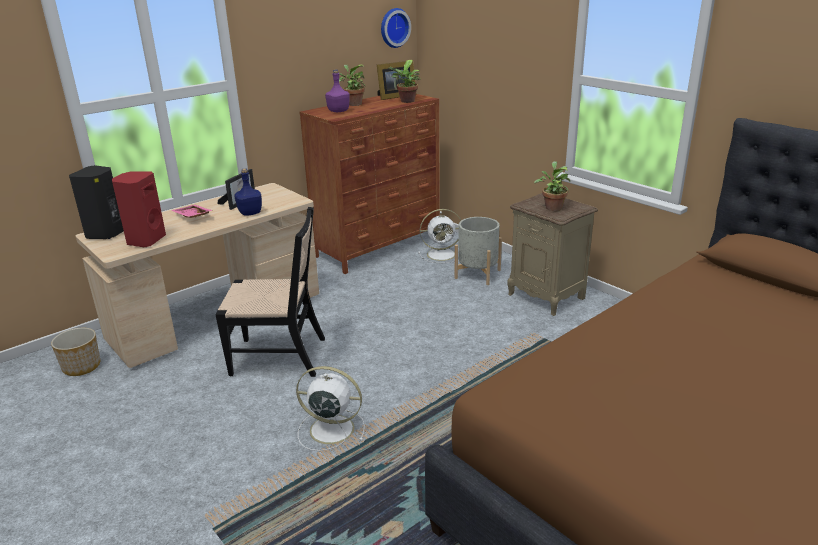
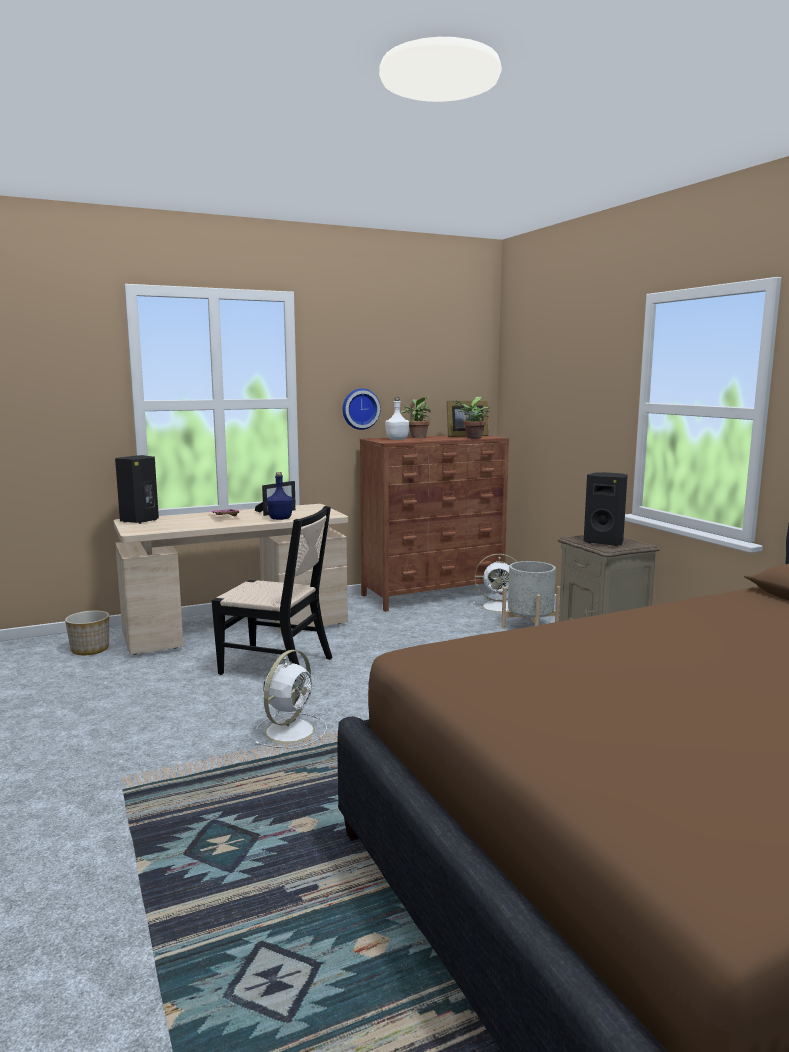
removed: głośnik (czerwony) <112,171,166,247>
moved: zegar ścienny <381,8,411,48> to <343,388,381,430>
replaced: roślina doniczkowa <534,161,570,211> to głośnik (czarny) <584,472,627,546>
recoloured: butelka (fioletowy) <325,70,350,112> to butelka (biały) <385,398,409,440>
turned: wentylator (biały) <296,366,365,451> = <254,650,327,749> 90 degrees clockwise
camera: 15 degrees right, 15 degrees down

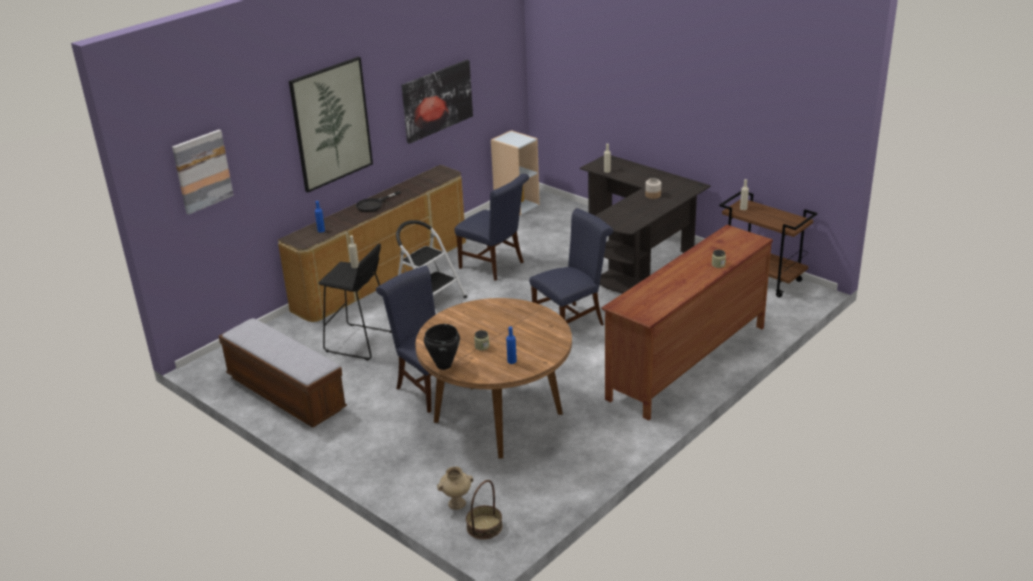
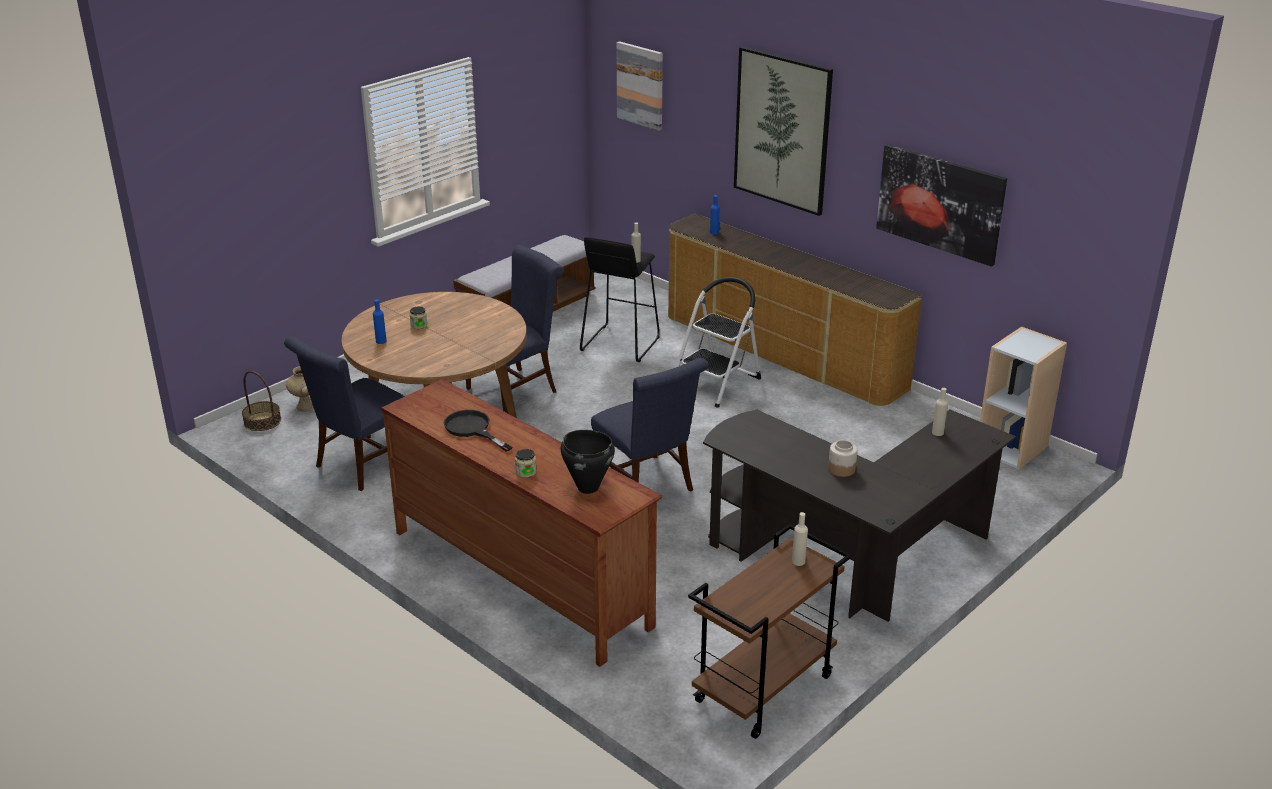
moved: krzesło (niebieski) <454,174,529,281> to <284,337,405,491>; patelnia (czarny) <356,191,401,212> to <444,410,512,452>; garnek (czarny) <424,324,460,370> to <560,430,615,494>
camera: 90 degrees right, 0 degrees up

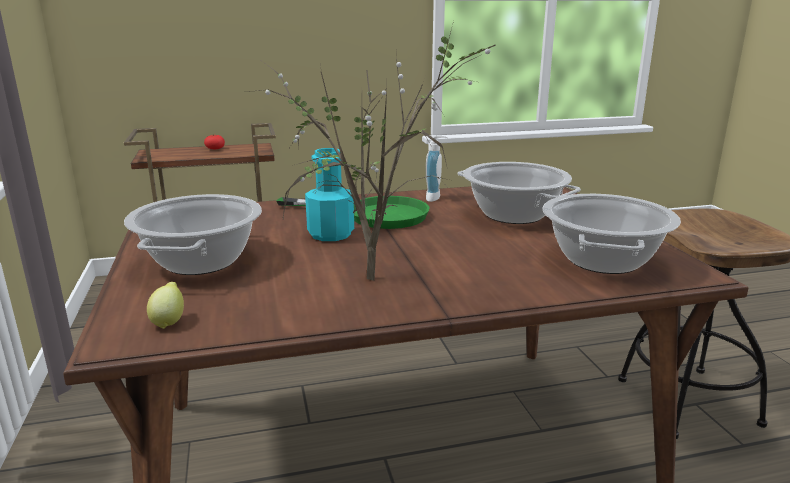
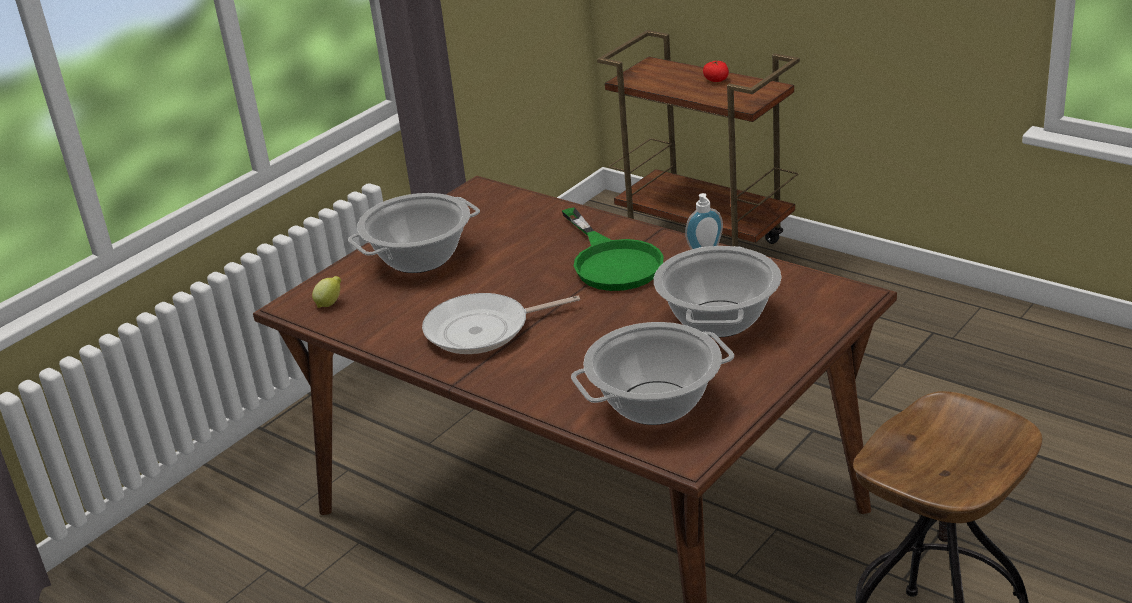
removed: butelka (turkusowy) <305,148,354,241>
replaced: roślina doniczkowa <248,21,496,281> to patelnia <422,293,580,354>
camera: 55 degrees right, 10 degrees up

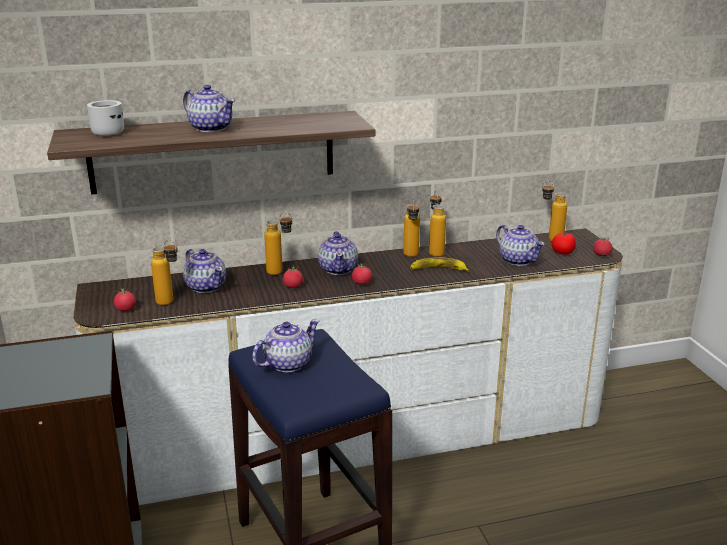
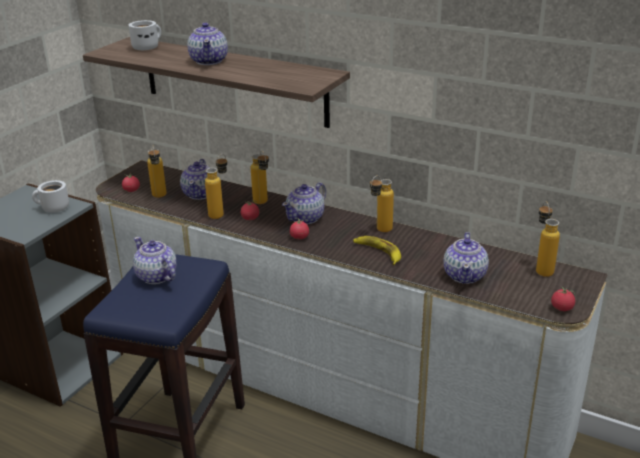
removed: pomidor <552,232,576,254>
added: kubek (biały) <32,180,69,213>
moved: butelka <429,190,446,257> to <205,154,227,219>
turned: imbryk <252,320,319,372> = <133,237,177,284> 135 degrees counterclockwise
camera: 45 degrees right, 5 degrees up

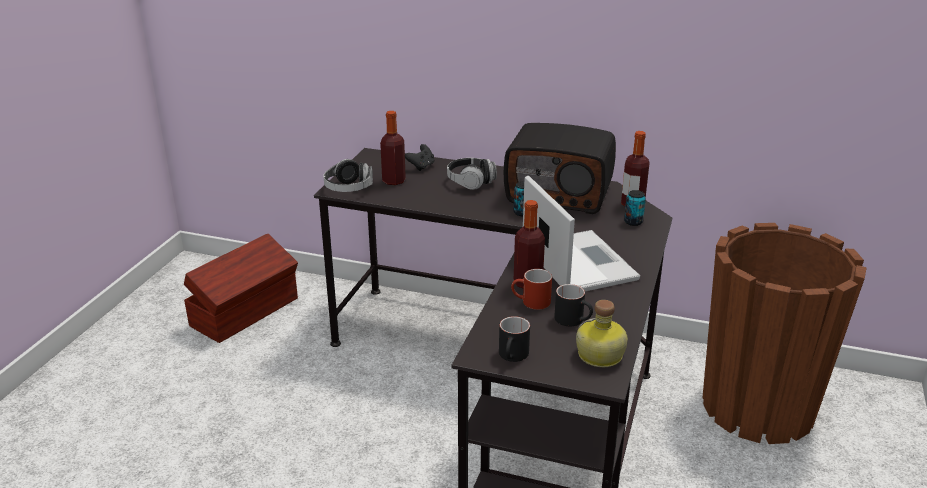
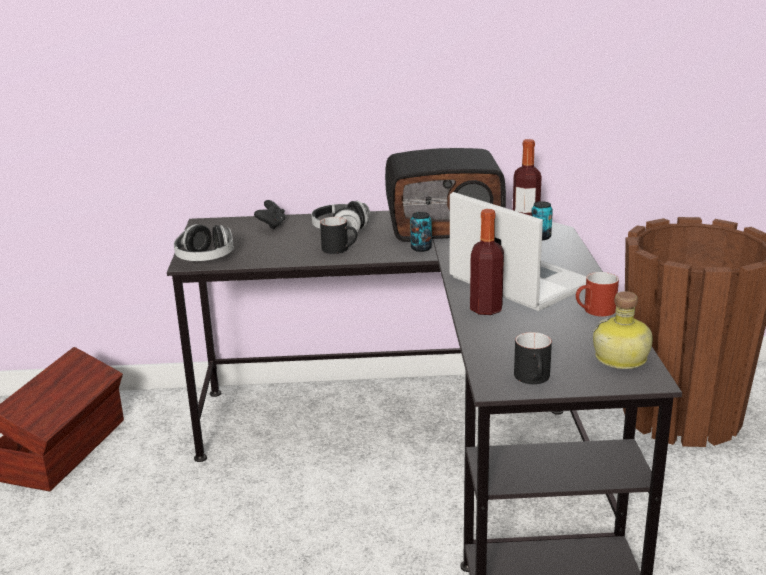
removed: butelka <380,111,406,185>
moved: kubek (czerwony) <511,269,552,310> to <576,272,619,317>; kubek (czarny) <554,284,593,326> to <320,217,357,254>
camera: 20 degrees left, 5 degrees down

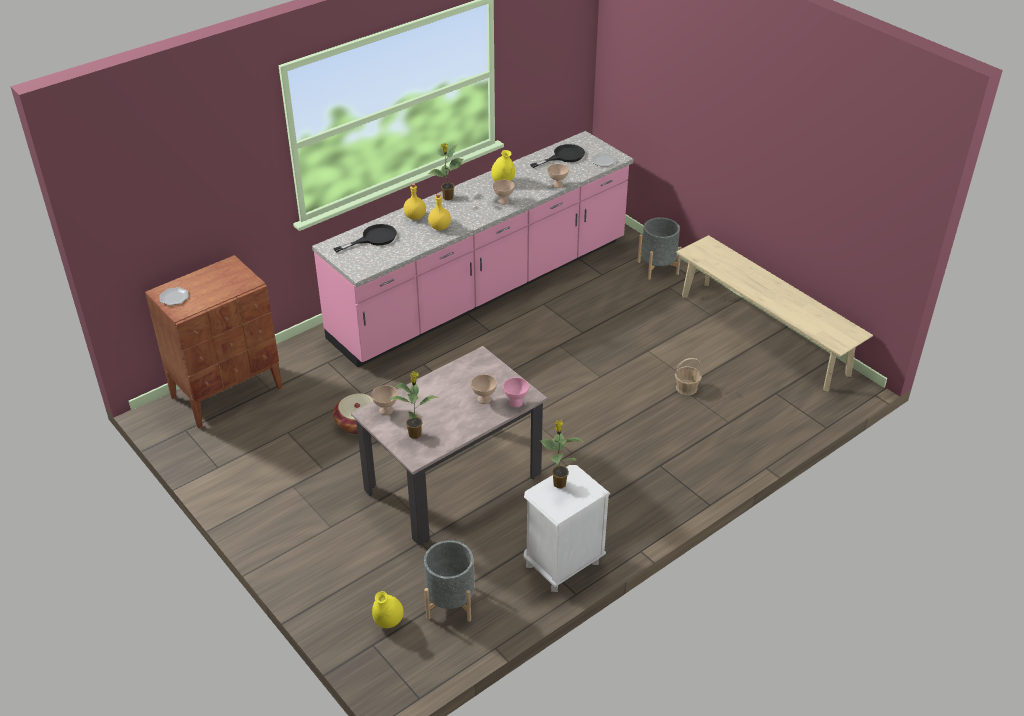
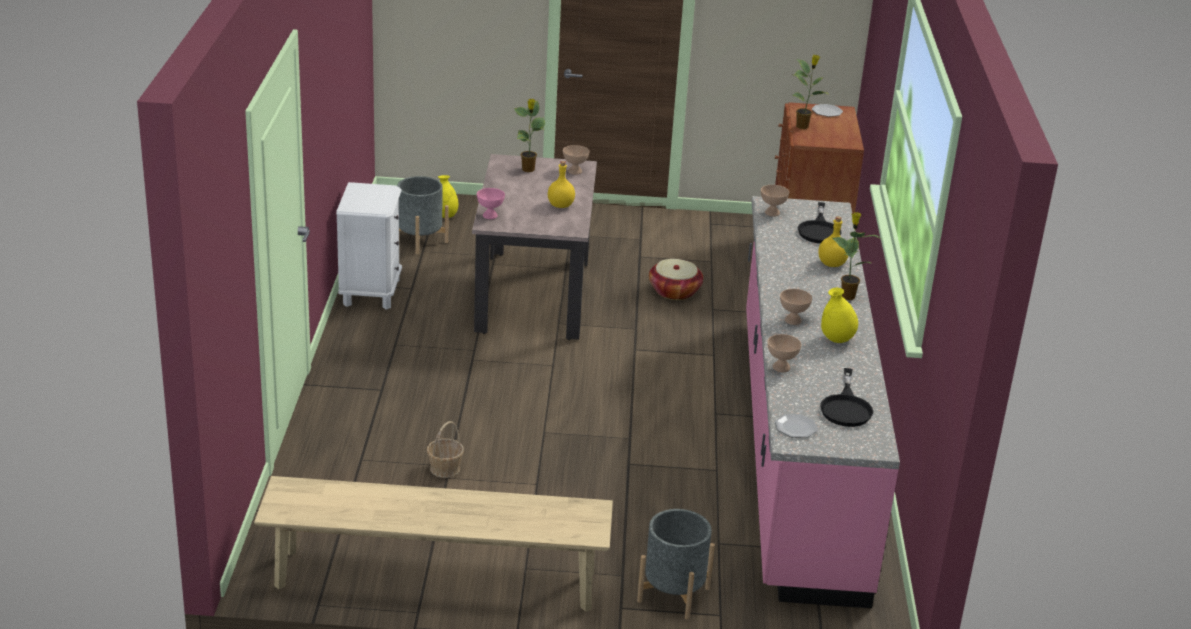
moved: butelka (żółty) <428,193,451,230> to <548,161,575,208>; miska (beżowy) <471,374,497,404> to <761,185,789,217>; roślina doniczkowa <540,420,582,488> to <793,55,828,129>
camera: 130 degrees right, 10 degrees down

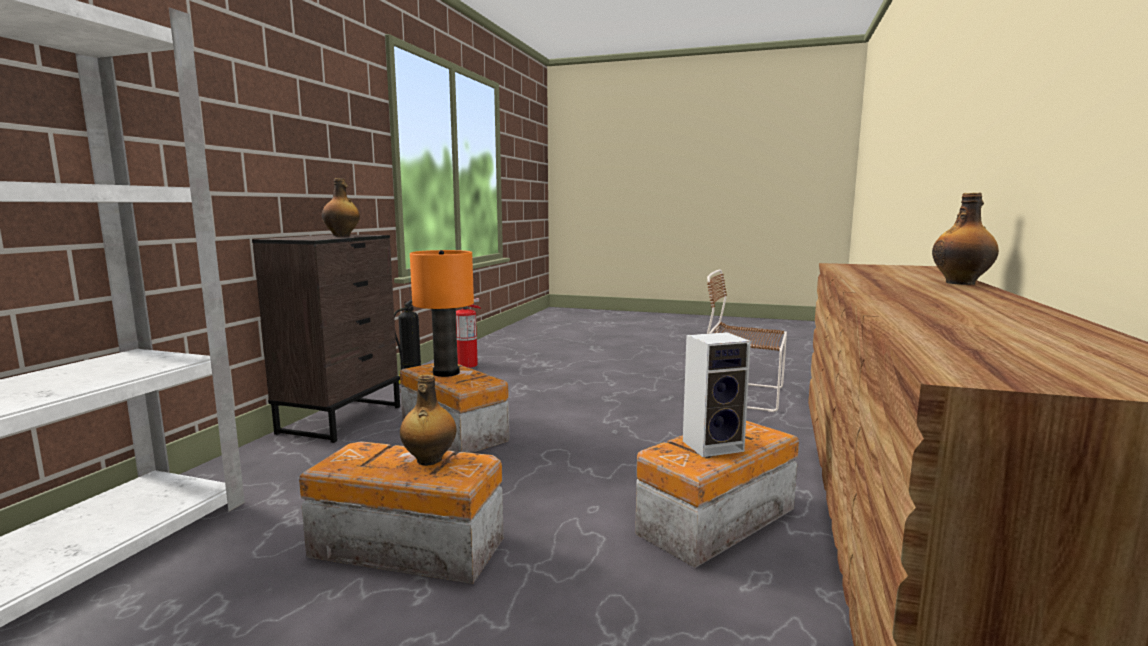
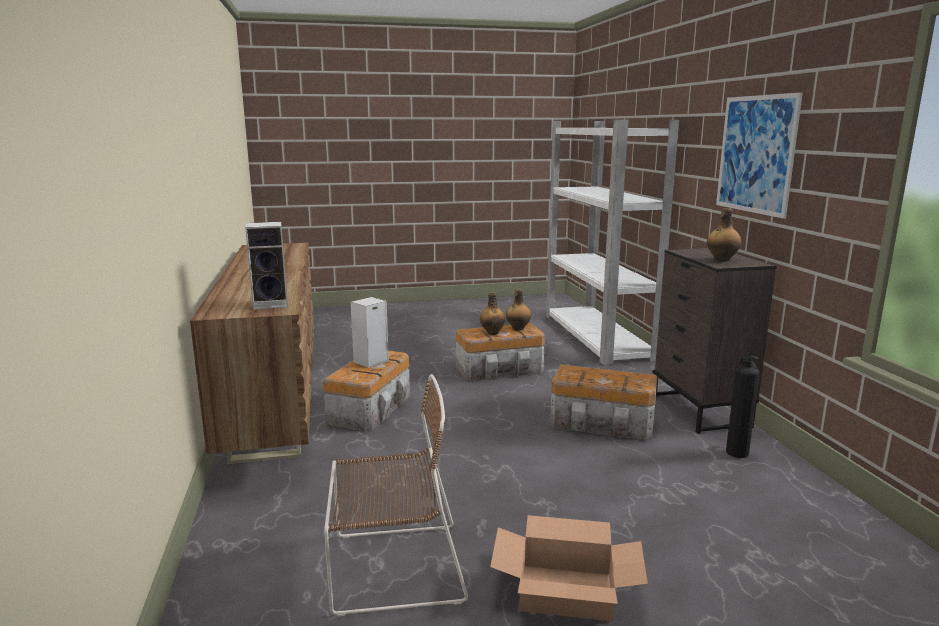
removed: lampa stołowa (pomarańczowy) <410,250,474,377>; gaśnica <456,298,481,368>
added: obraz <716,92,803,219>; głośnik <245,222,288,310>; karton <490,515,648,621>
moved: butelka <932,192,999,285> to <506,289,531,330>
camera: 150 degrees right, 5 degrees up

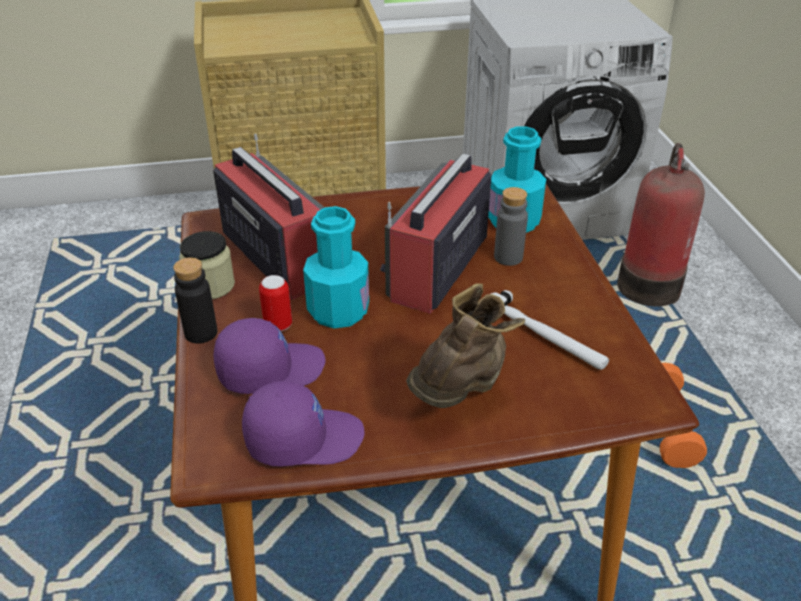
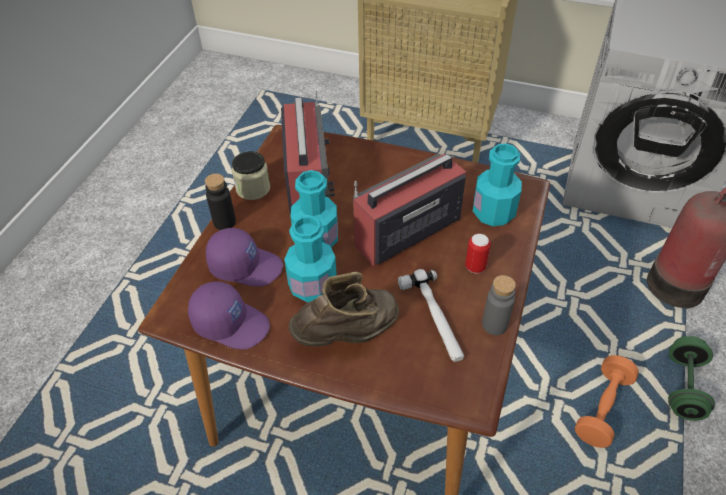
added: butelka (turkusowy) <284,216,337,302>; hantel (zielony) <668,336,715,421>
moved: butelka (szary) <494,187,528,266> to <482,275,516,335>; puszka <259,275,292,331> to <465,234,491,274>
camera: 30 degrees right, 10 degrees up

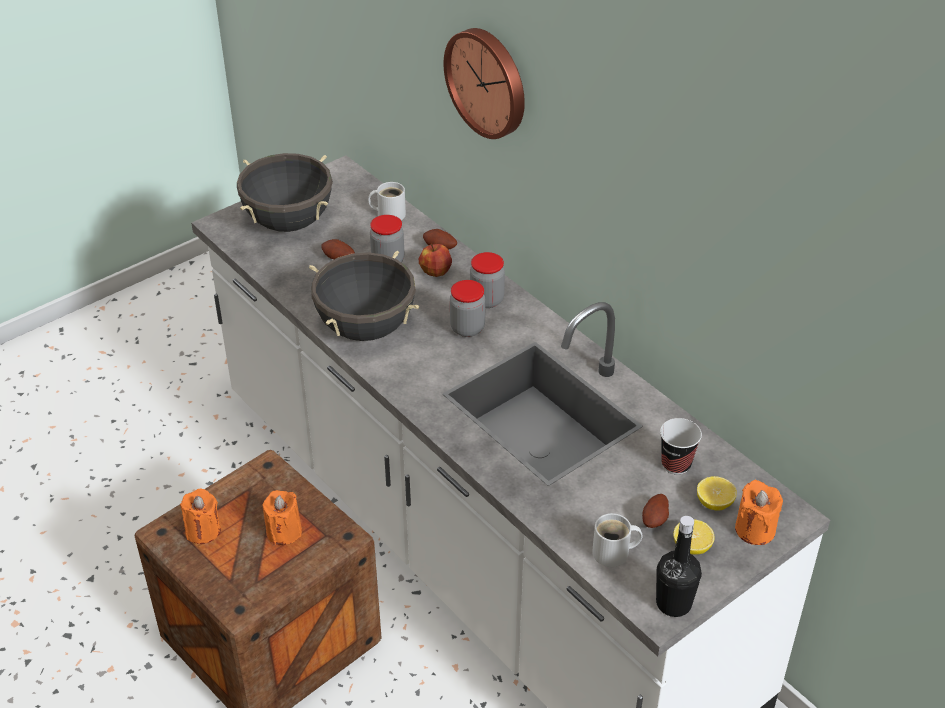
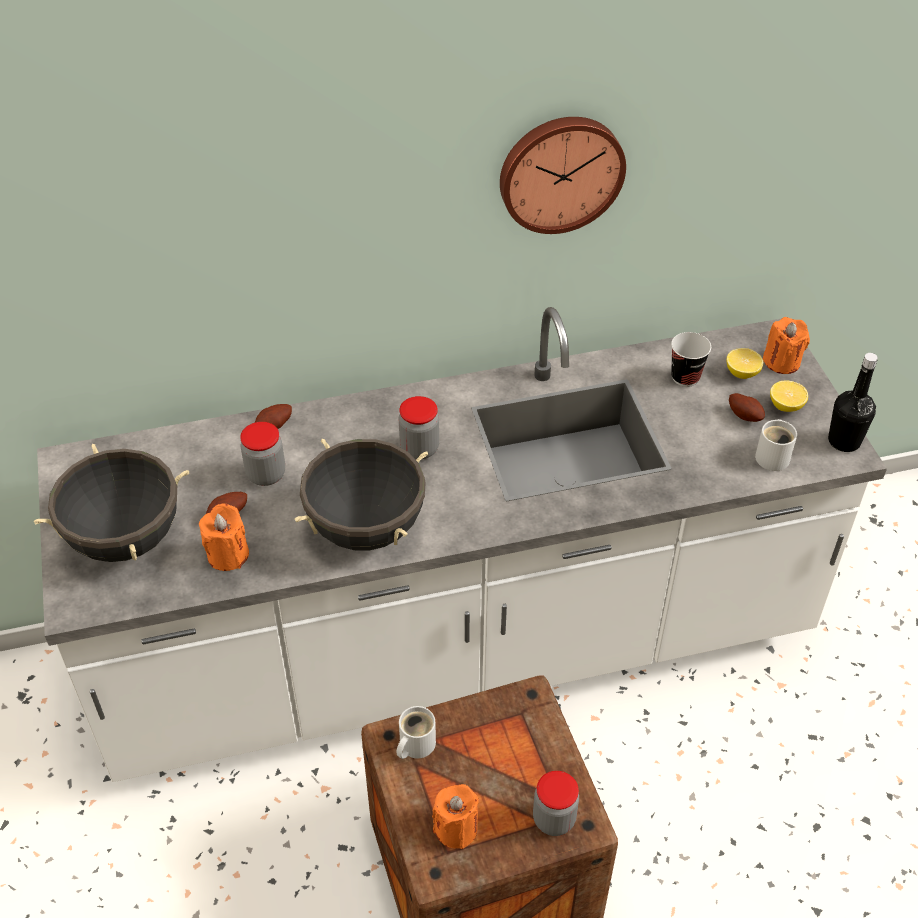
removed: jabłko <419,244,452,277>
moved: zegar ścienny <444,28,525,139> to <500,117,626,234>; kubek (biały) <368,182,406,220> to <397,706,436,759>; słoik <470,252,505,308> to <533,771,579,836>; świeca (pomarańczowy) <262,490,302,545> to <199,504,249,571>
camera: 65 degrees left, 5 degrees up

